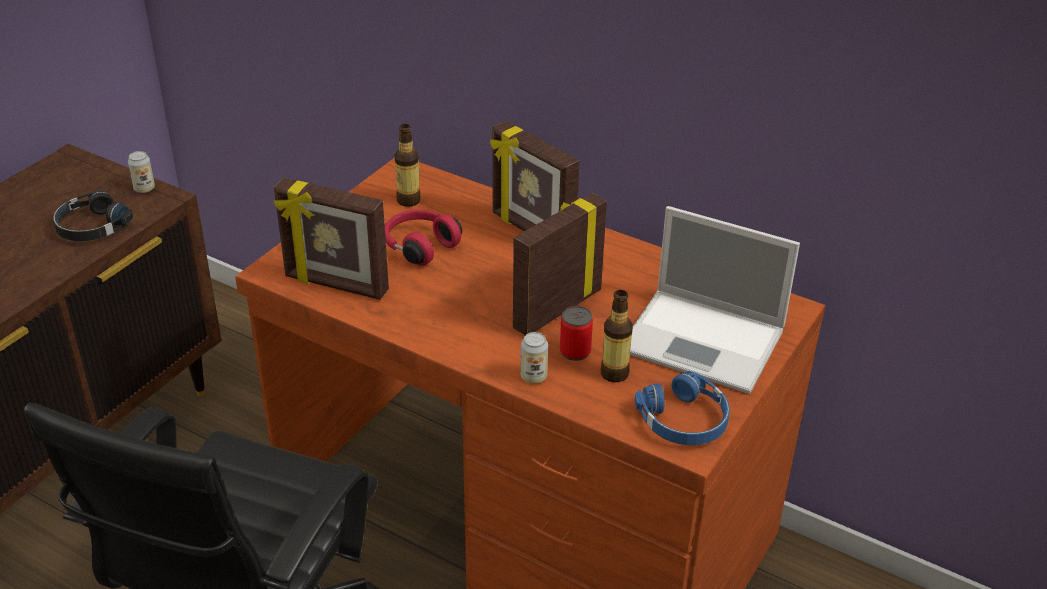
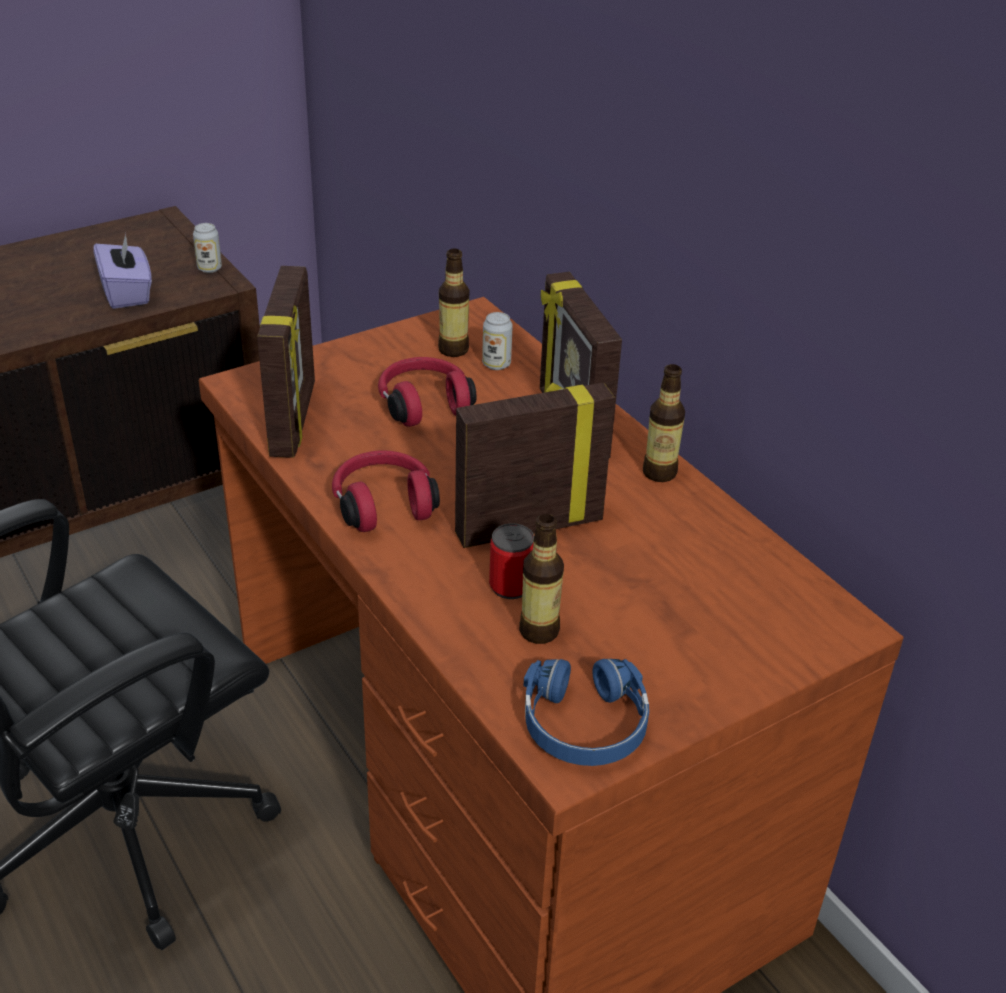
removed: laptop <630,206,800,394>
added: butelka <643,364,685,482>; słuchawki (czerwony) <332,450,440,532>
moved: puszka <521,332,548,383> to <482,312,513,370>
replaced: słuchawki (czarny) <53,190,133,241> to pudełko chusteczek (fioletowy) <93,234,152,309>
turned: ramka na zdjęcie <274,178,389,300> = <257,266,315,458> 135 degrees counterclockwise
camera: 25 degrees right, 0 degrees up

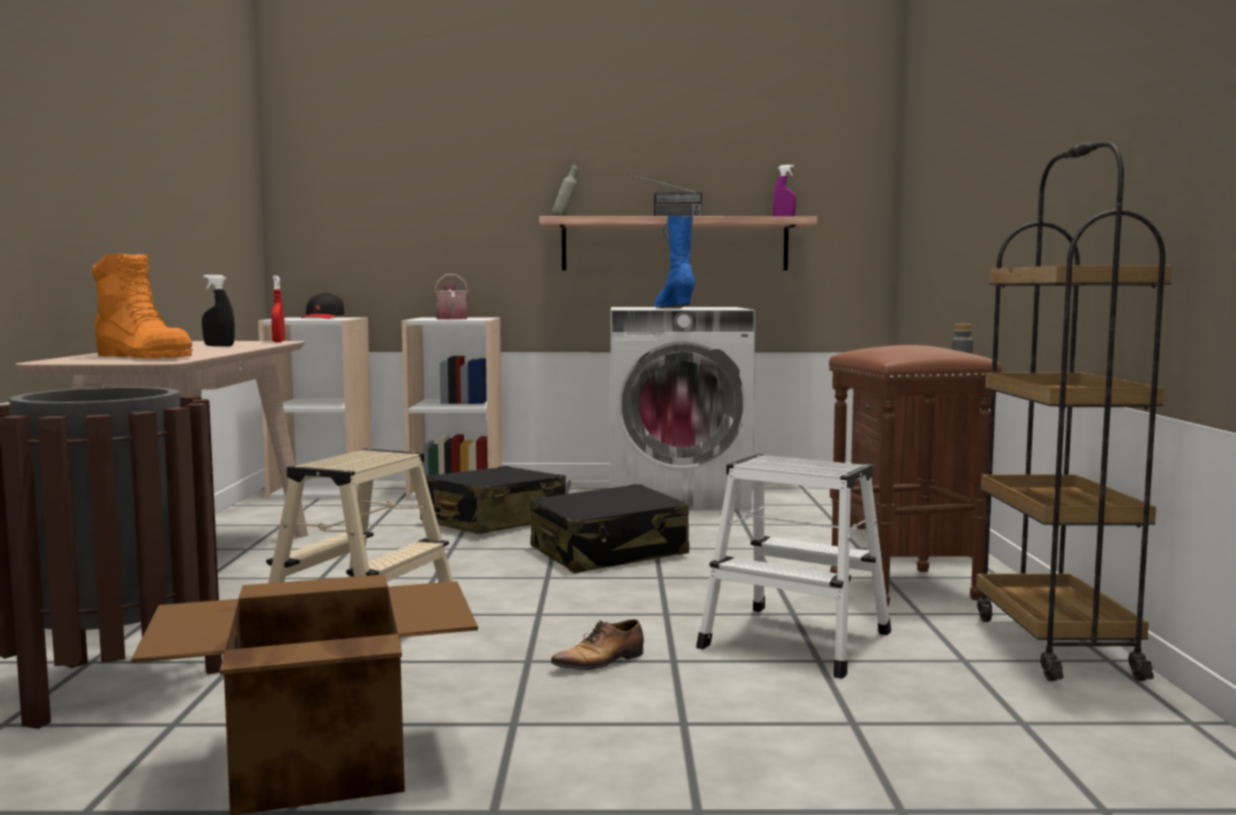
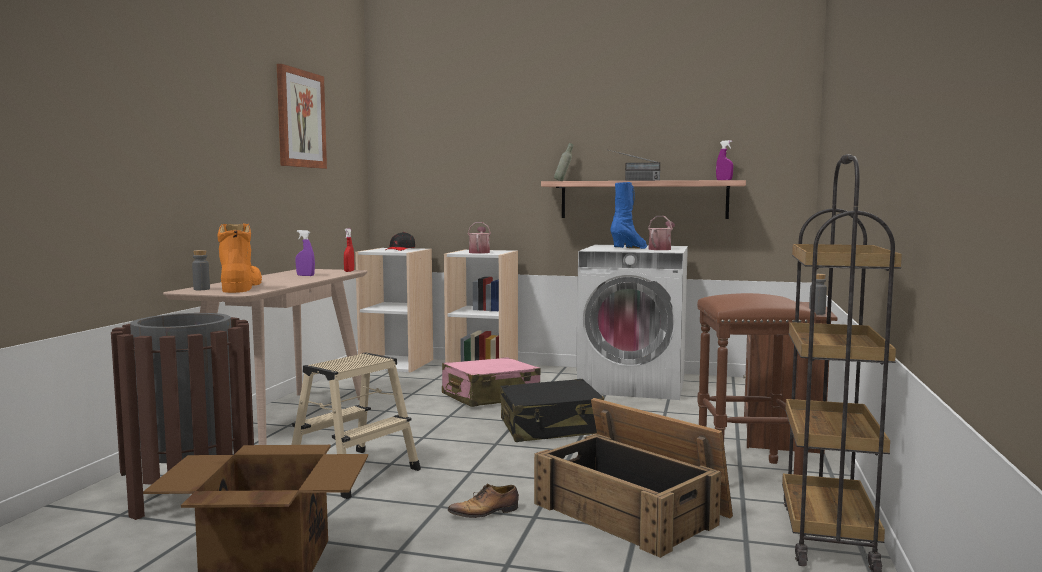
added: obraz <277,64,327,169>; konewka <648,216,675,250>; butelka (szary) <192,250,210,290>
replaced: drabinka (biały) <696,454,891,679> to skrzynka <534,398,733,558>
recoloured: spryskiwacz (czarny) <202,275,235,346> to spryskiwacz (fioletowy) <296,230,315,276>; walizka (czarny) <420,466,566,534> to walizka (różowy) <442,357,541,407>
turned: but z cholewką (niebieski) <654,216,695,308> = <610,182,647,249> 45 degrees clockwise; but z cholewką (pomarańczowy) <92,253,193,359> = <217,224,262,293> 150 degrees counterclockwise
camera: 15 degrees right, 0 degrees up

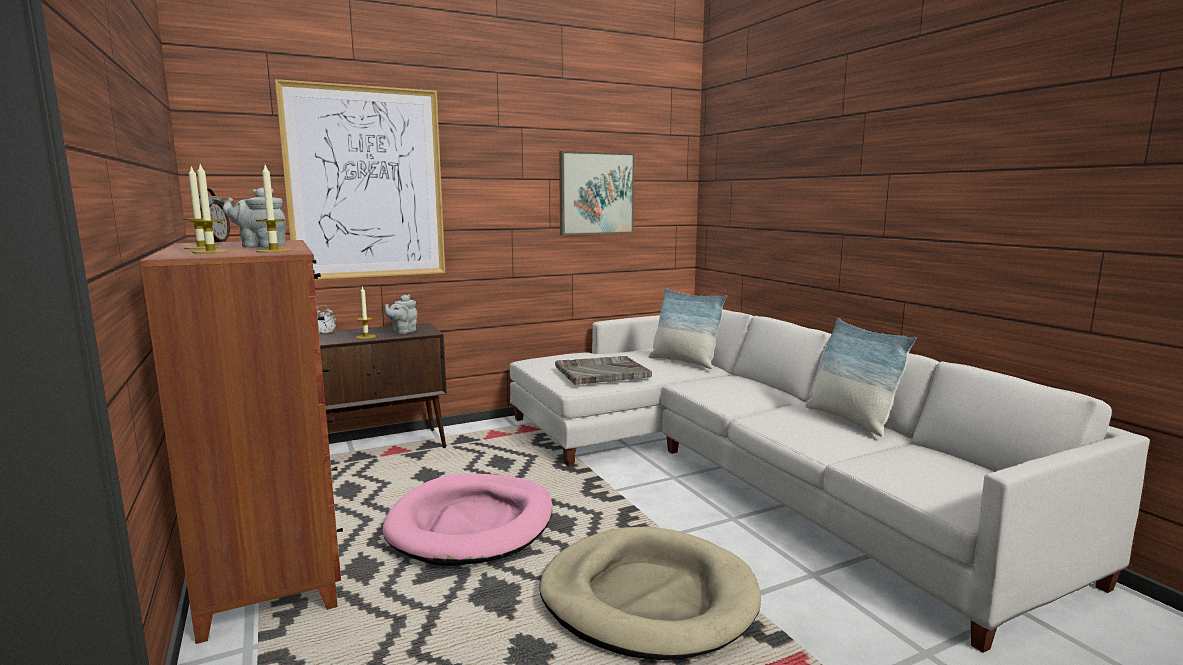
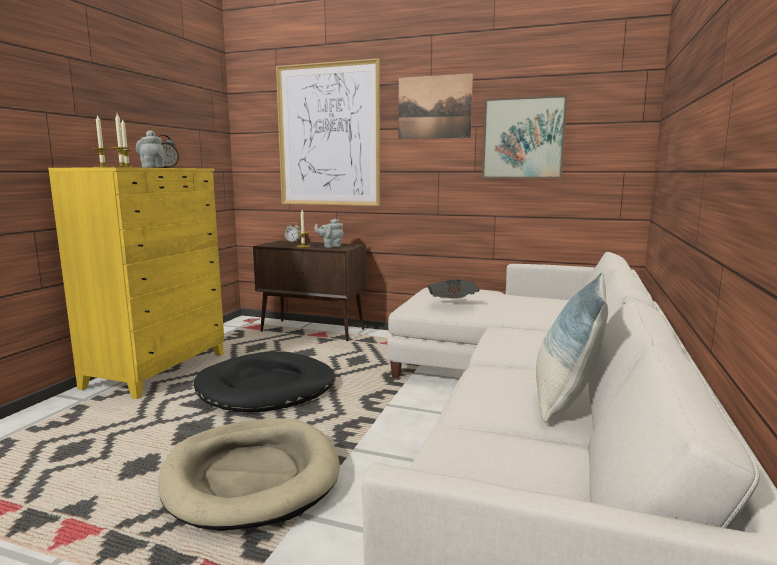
removed: poduszka <649,288,727,369>
added: obraz <398,73,473,139>
replaced: taca (szary) <555,356,652,385> to gazeta <427,279,480,298>
recoloured: komoda (brązowy) <140,240,343,644> to komoda (żółty) <48,167,224,399>; legowisko (różowy) <382,474,552,566> to legowisko (czarny) <194,352,336,412>
camera: 45 degrees right, 0 degrees up

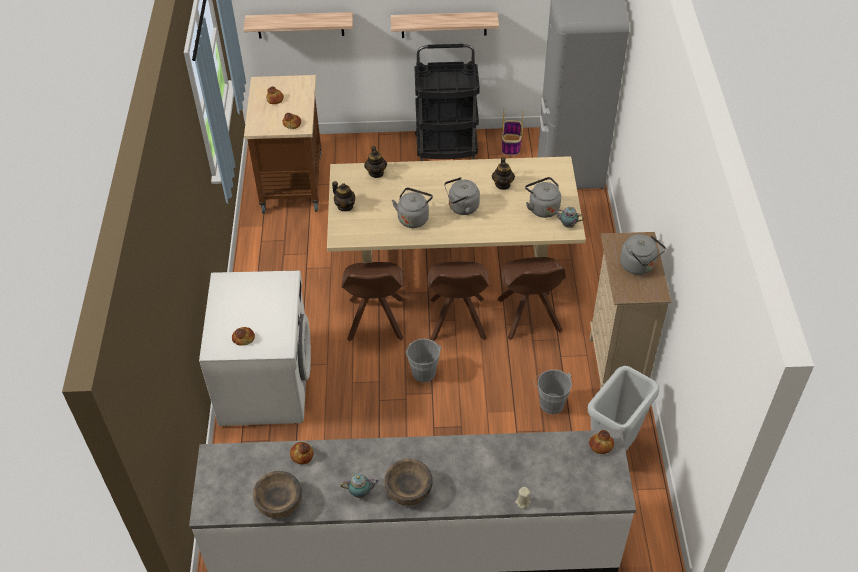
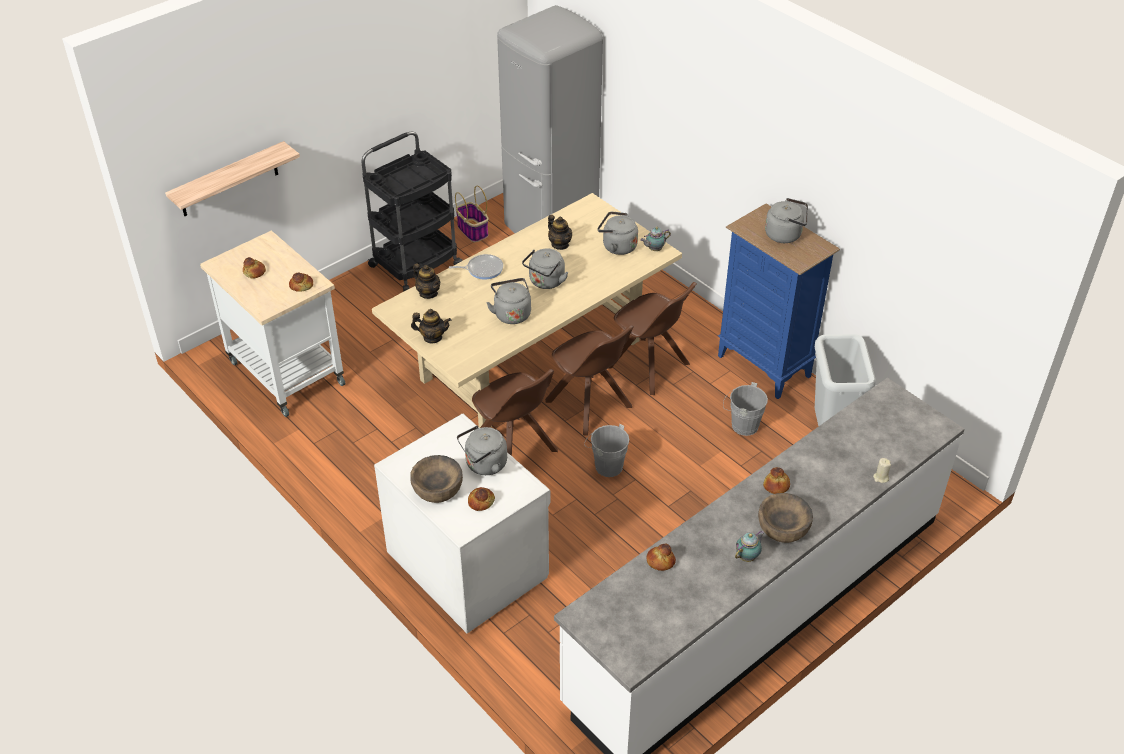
removed: półka <391,12,499,38>
added: patelnia <449,254,503,280>; czajnik (szary) <457,426,507,475>
moved: chleb <589,430,614,454> to <763,467,790,494>; miska (brązowy) <253,471,302,518> to <410,455,463,503>
recoloured: wózek (brązowy) <244,75,322,213> to wózek (biały) <200,230,346,417>; komoda (beżowy) <590,232,671,389> to komoda (niebieski) <718,203,840,399>
camera: 40 degrees left, 5 degrees down

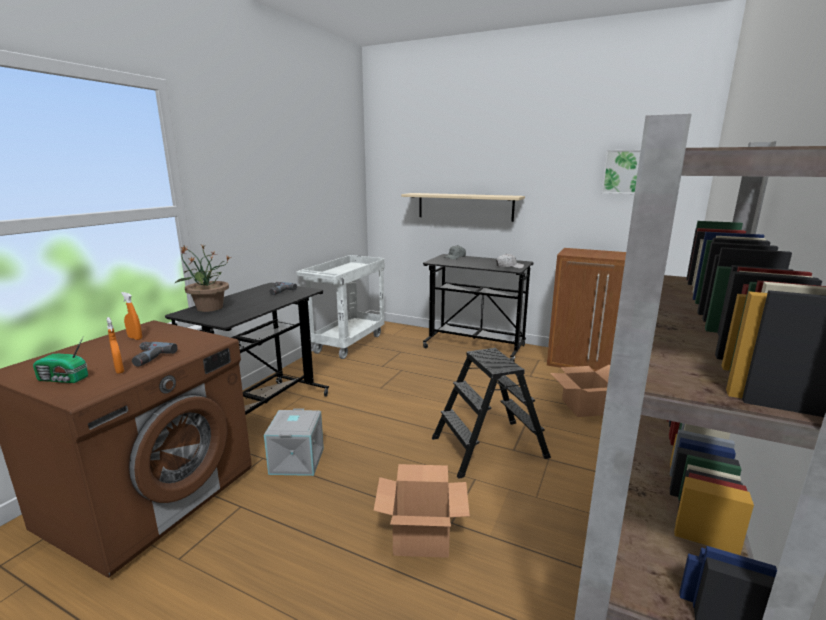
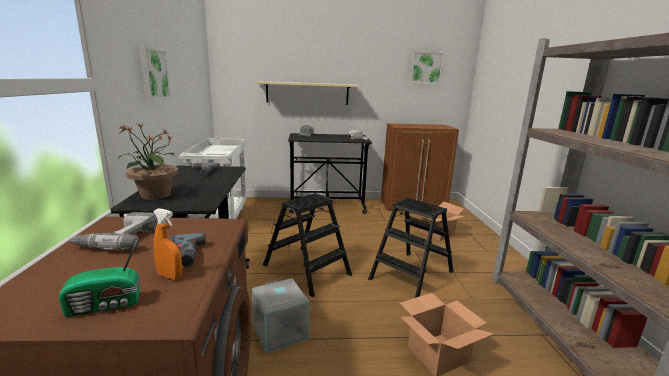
added: obraz <139,47,171,101>; drabinka (czarny) <263,193,352,297>
replaced: spryskiwacz (pomarańczowy) <121,292,142,340> to wiertarka <69,212,158,250>
camera: 30 degrees left, 0 degrees up

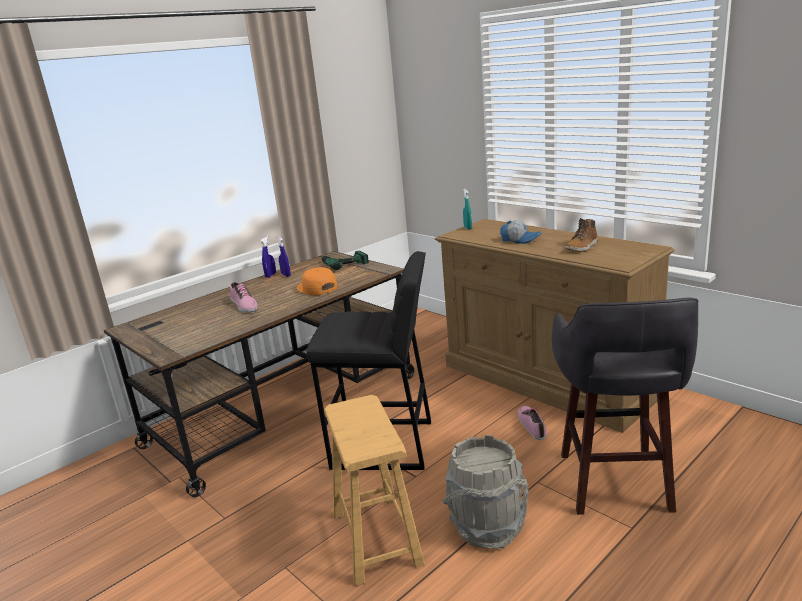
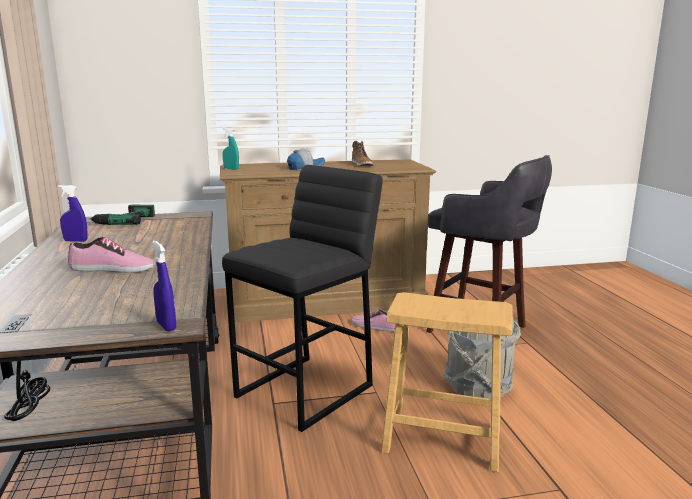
removed: czapka z daszkiem (pomarańczowy) <297,267,337,295>
moved: spryskiwacz (niebieski) <261,236,276,278> to <152,241,176,332>
camera: 60 degrees left, 5 degrees down

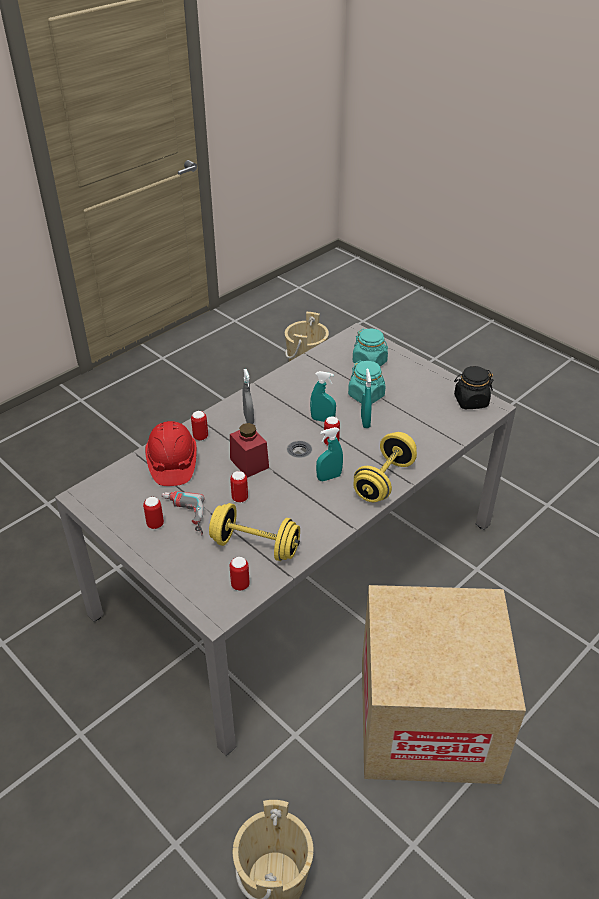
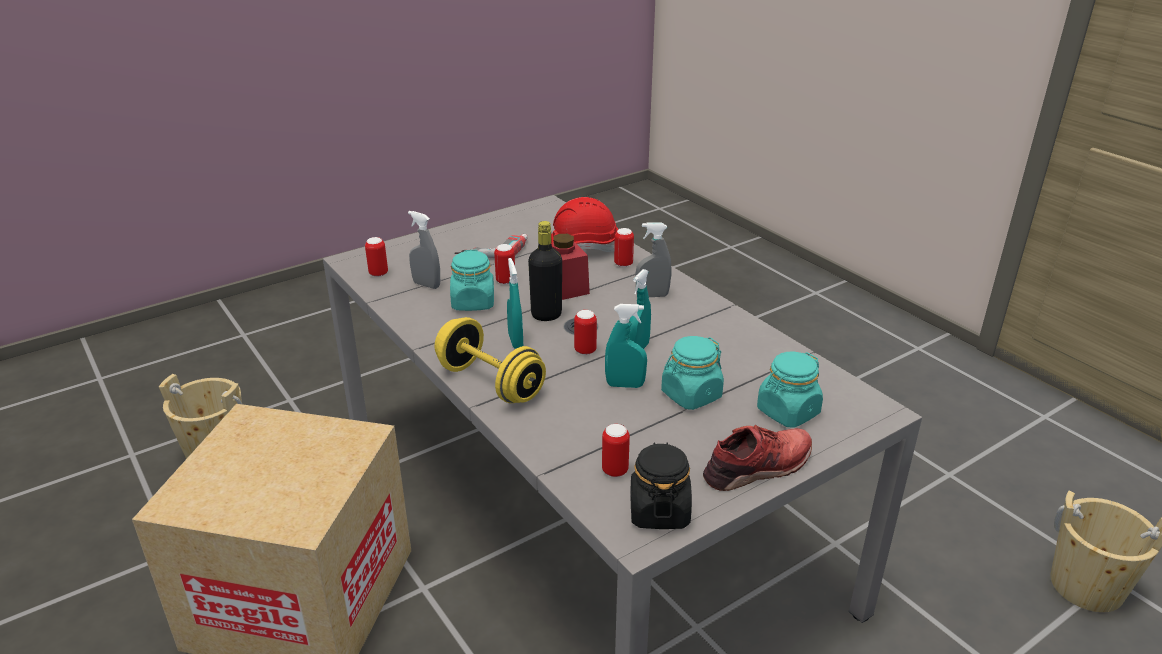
added: butelka (czarny) <528,221,562,321>; słoik (turkusowy) <450,250,494,311>; but (czerwony) <703,425,812,491>
moved: puszka <143,497,164,529> to <602,424,630,477>
replaced: hantel (żółty) <209,503,300,561> to spryskiwacz (szary) <408,211,440,289>
camera: 100 degrees right, 10 degrees down

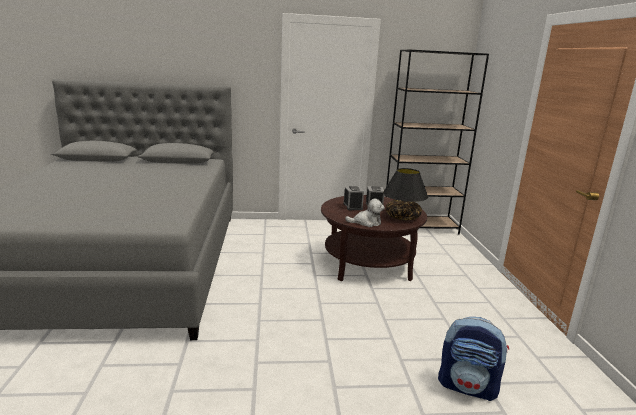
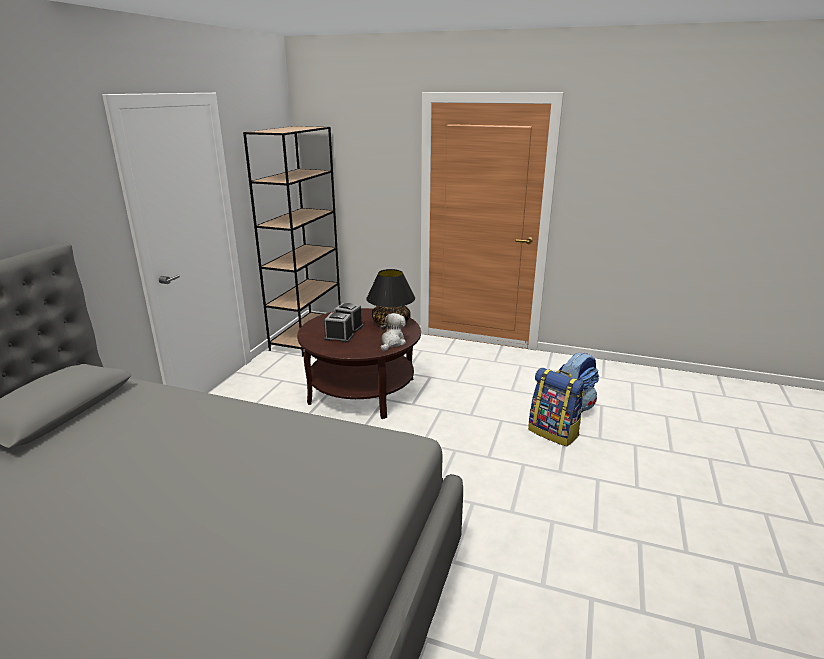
added: plecak <528,368,585,446>
camera: 65 degrees left, 5 degrees up

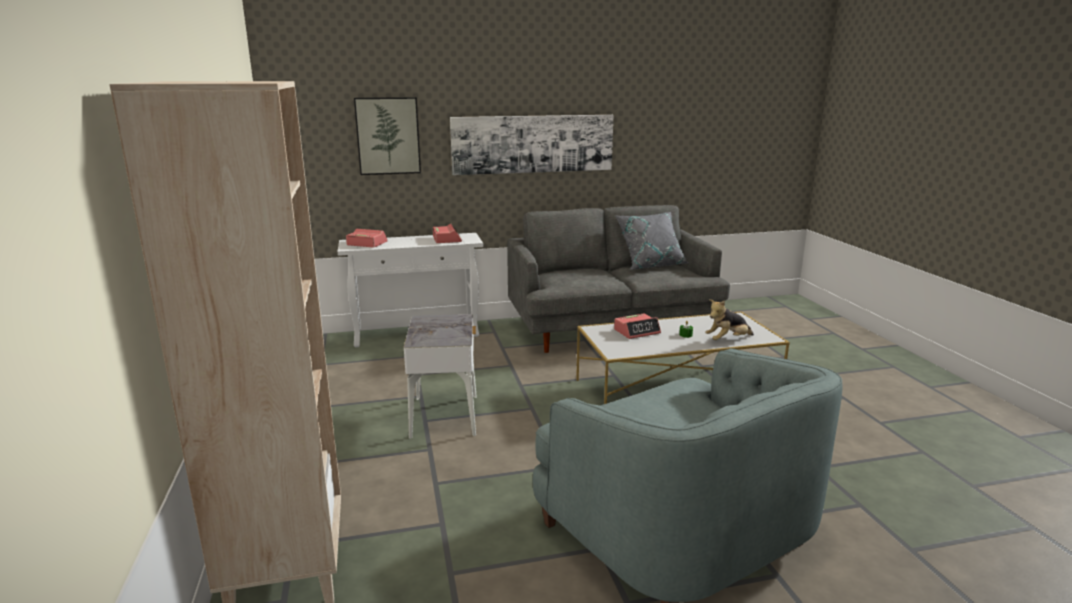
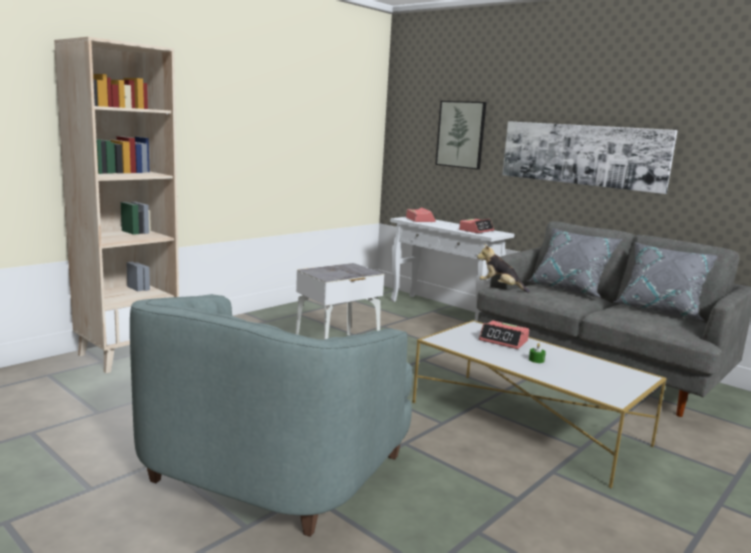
added: poduszka (szary) <528,228,622,298>
moved: pluszak <705,299,754,340> to <477,244,530,293>
camera: 55 degrees right, 5 degrees down

